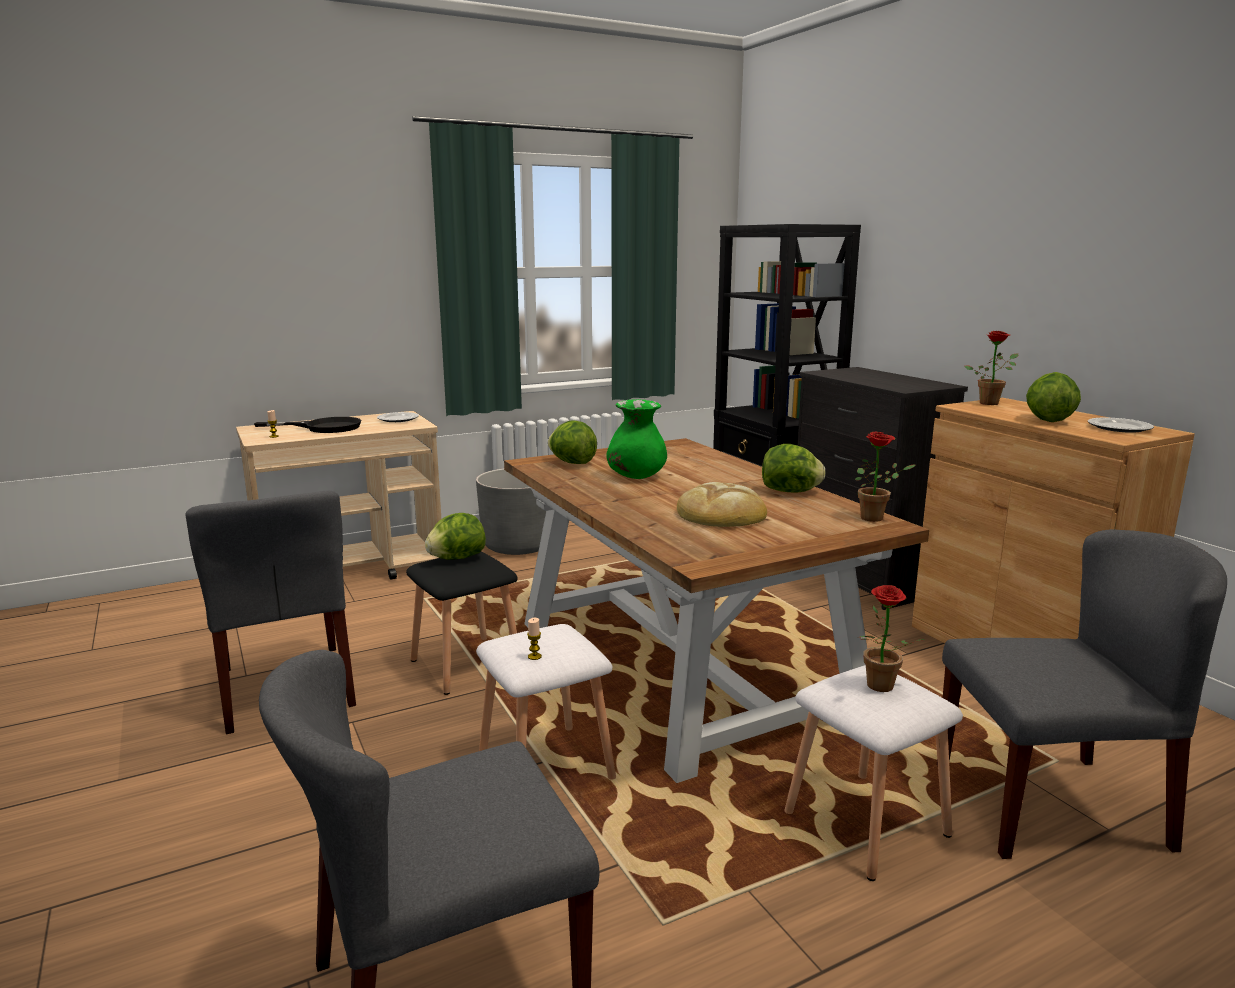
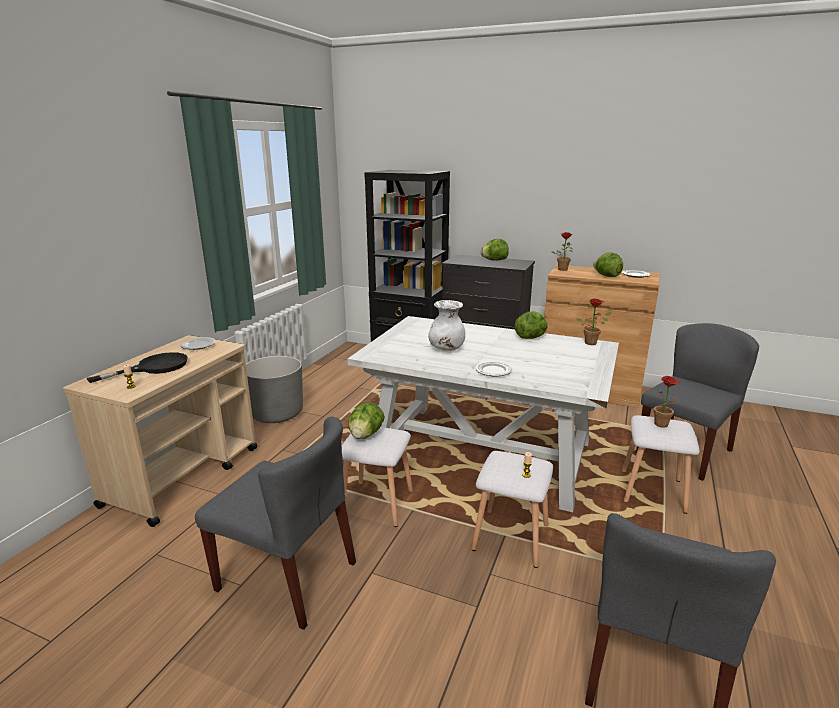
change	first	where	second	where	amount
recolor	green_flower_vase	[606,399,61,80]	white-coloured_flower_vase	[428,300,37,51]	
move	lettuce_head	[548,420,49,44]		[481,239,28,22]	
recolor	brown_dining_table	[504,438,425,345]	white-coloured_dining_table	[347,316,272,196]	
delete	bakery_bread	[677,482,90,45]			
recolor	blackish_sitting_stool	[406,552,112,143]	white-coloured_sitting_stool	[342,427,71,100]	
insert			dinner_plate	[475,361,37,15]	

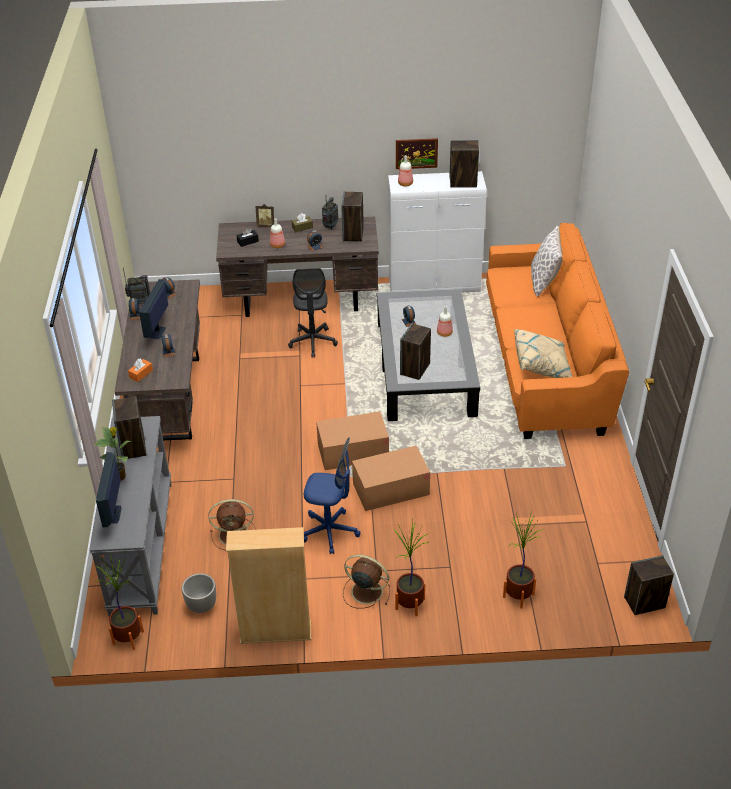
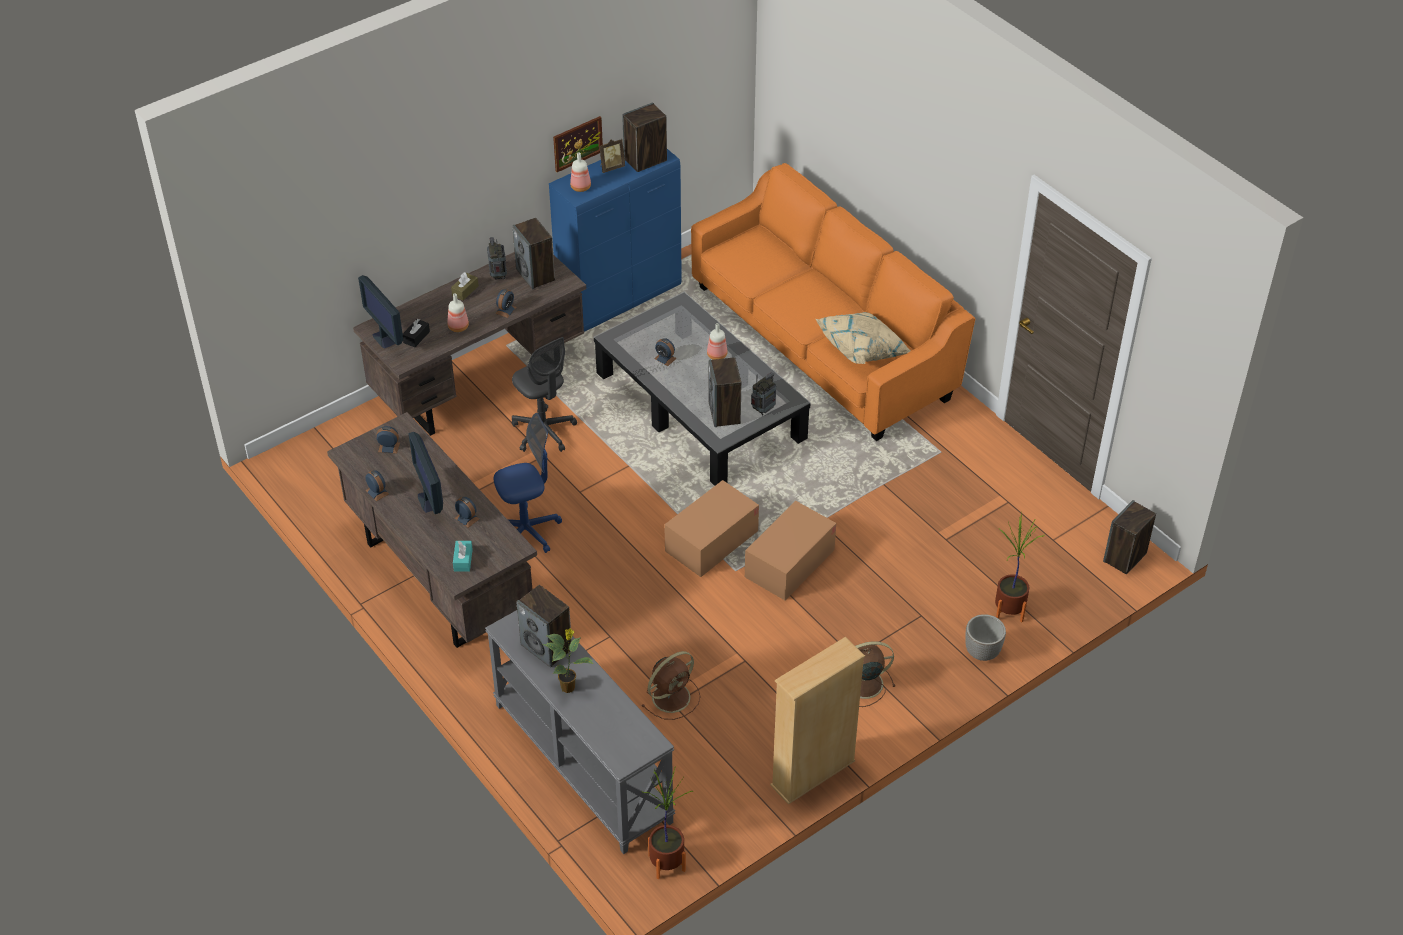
change	first	where	second	where	amount
recolor	white-coloured_cupboard	[388,171,99,121]	blue-coloured_cupboard	[549,149,133,183]	
move	standing_frame	[256,204,18,23]		[599,139,26,34]	
delete	cushion	[531,226,32,71]			
move	radio	[123,268,27,36]		[751,372,25,43]	
recolor	orange_tissue_box	[128,358,25,24]	turquoise_tissue_box	[453,541,20,31]	
move	blue-coloured_computer_chair	[304,438,57,116]		[494,413,68,140]	
move	computer_screen	[96,452,26,75]		[358,275,45,73]	
delete	plant_in_a_pot	[394,519,34,97]			
move	planter	[182,573,34,40]		[965,614,41,47]	

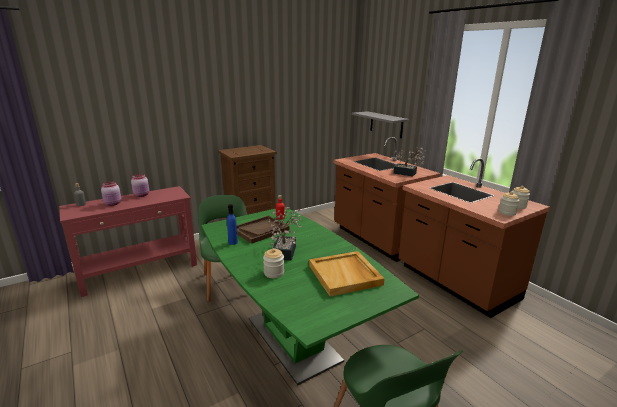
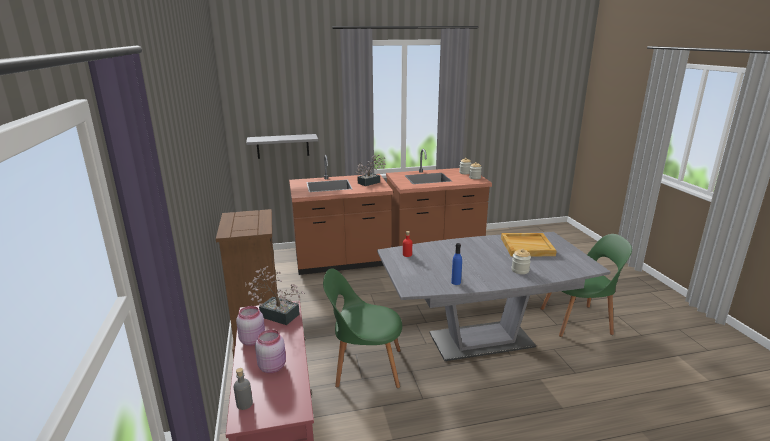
change	first	where	second	where	amount
recolor	green_dining_table	[202,207,217,178]	gray_dining_table	[377,232,234,129]	
move	plant_in_a_pot	[268,207,33,54]		[245,266,60,59]	
delete	brown_tray	[237,215,53,29]			

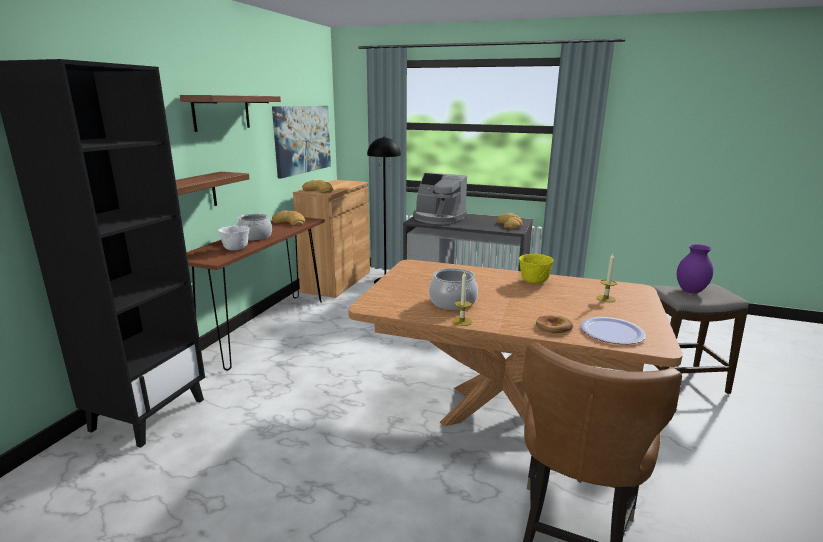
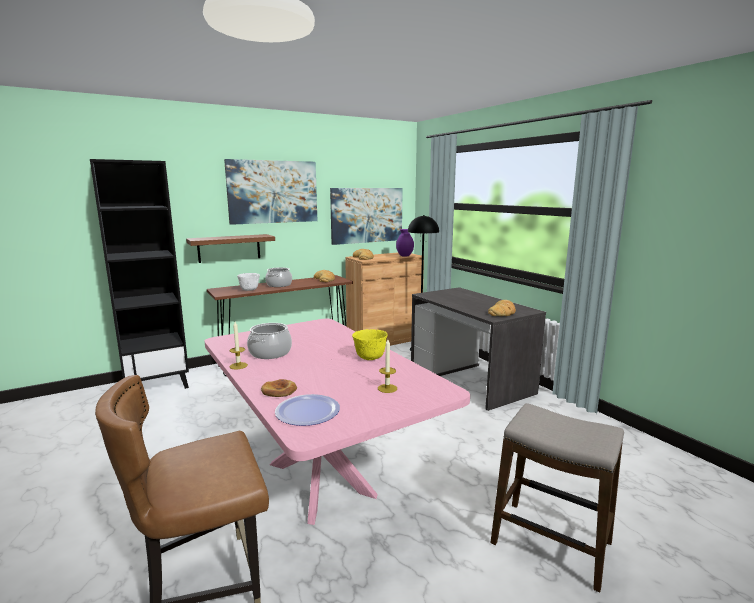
change	first	where	second	where	amount
replace	bracket_shelf	[180,95,101,37]	wall_picture	[224,159,93,66]	
delete	coffee_maker	[413,173,54,51]			
move	purplish_flower_vase	[677,244,36,49]		[396,229,18,28]	
recolor	brown_dining_table	[348,260,334,166]	pink_dining_table	[205,319,265,206]	

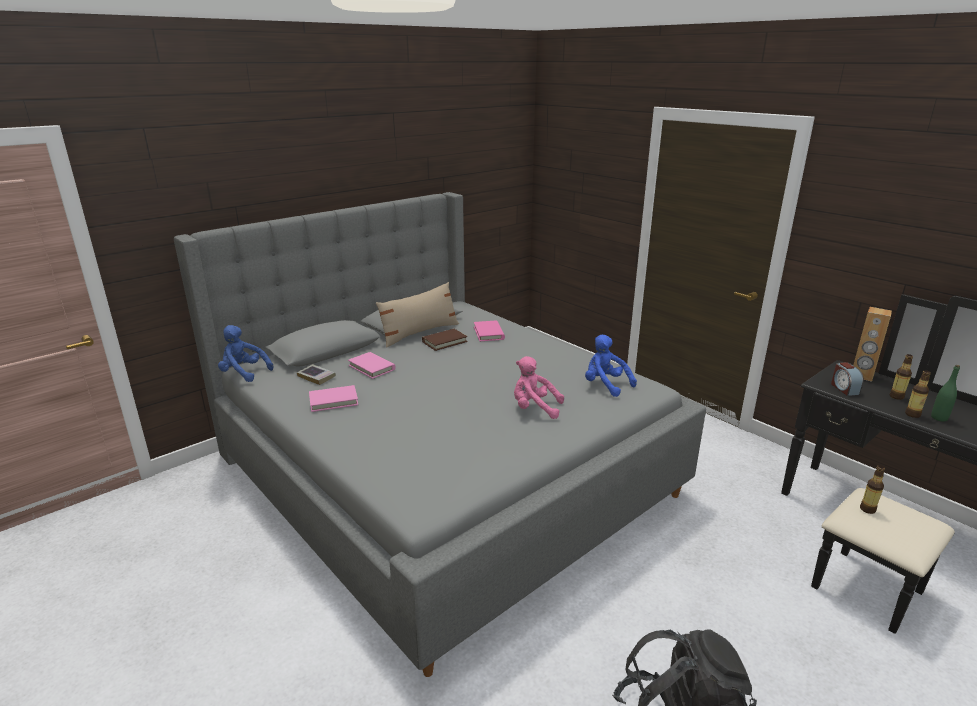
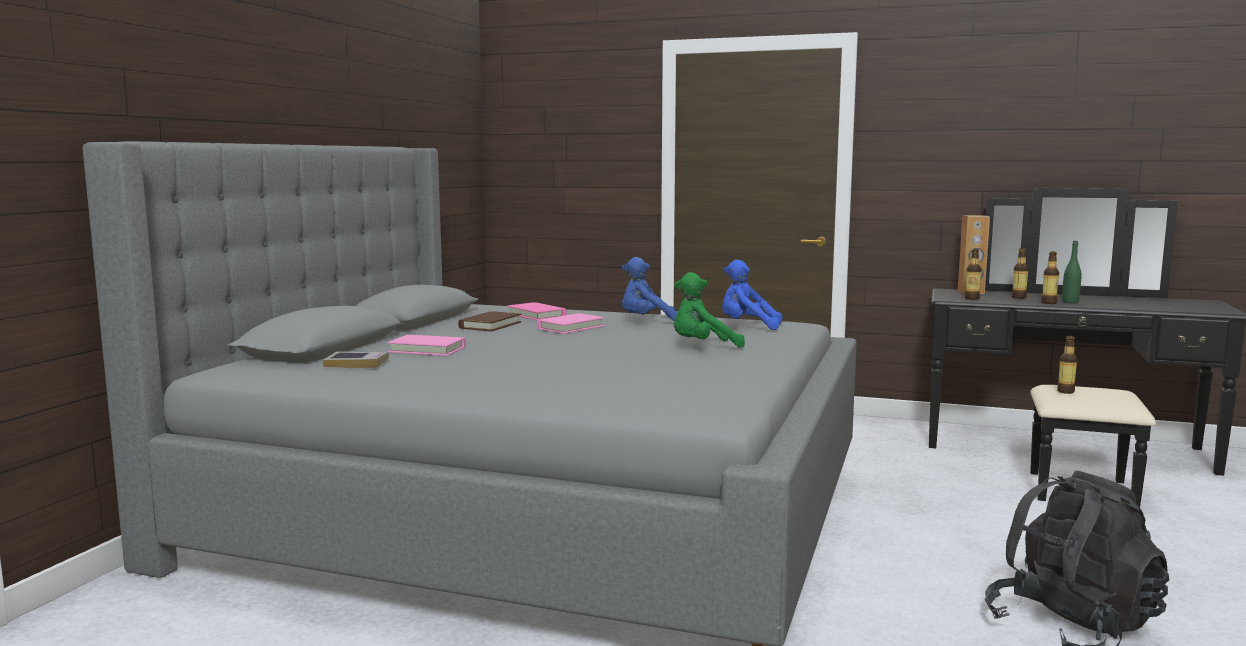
change	first	where	second	where	amount
delete	beige-coloured_cushion	[376,282,83,66]			
move	blue-coloured_plush_toy	[218,325,55,57]		[622,257,56,65]	
recolor	pink_plush_toy	[514,356,50,63]	green_plush_toy	[674,272,71,76]	
replace	alarm_clock	[831,362,33,34]	beverage_bottle	[965,249,16,51]	
move	pink_bound_book	[309,385,49,27]		[537,313,67,21]	

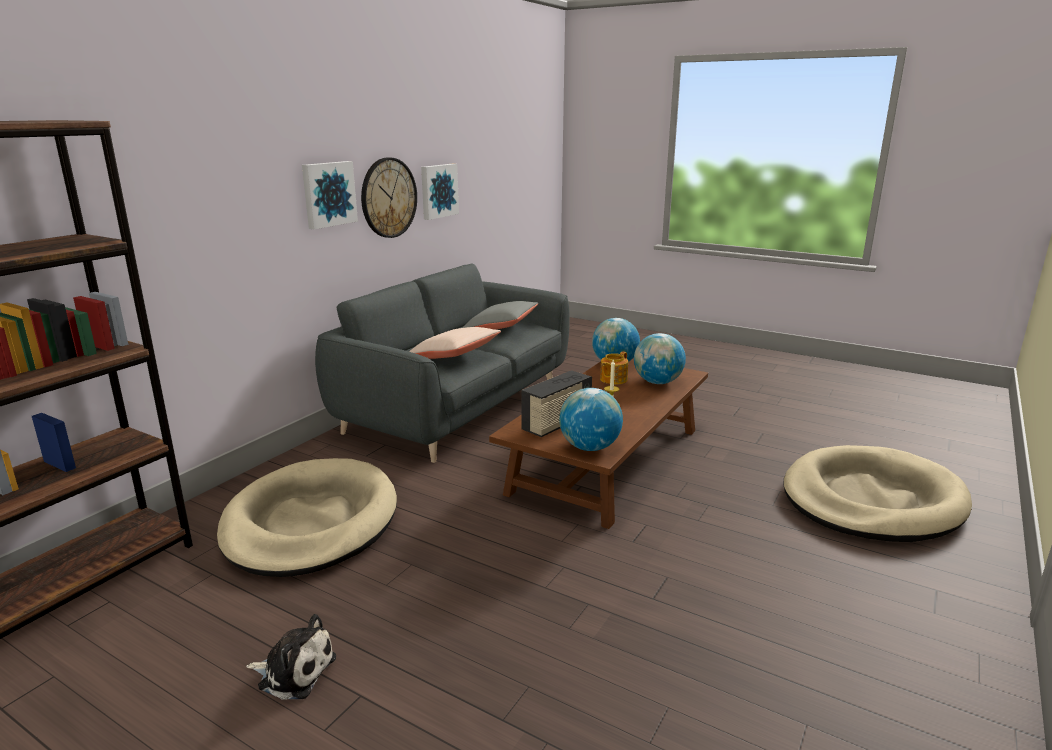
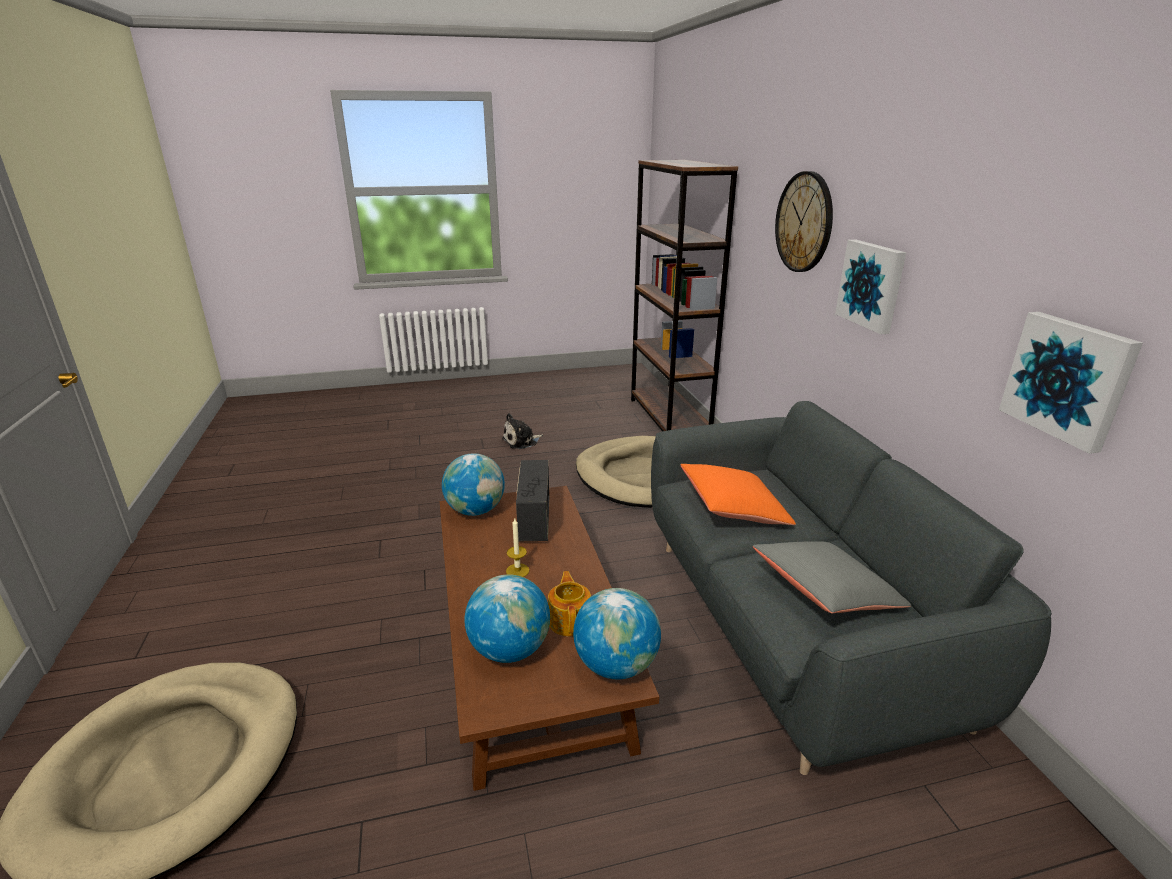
change	first	where	second	where	amount
move	clock_on_the_wall	[361,157,56,81]		[775,171,58,101]	
recolor	beige-coloured_cushion	[409,327,92,32]	orange_cushion	[681,464,115,61]	

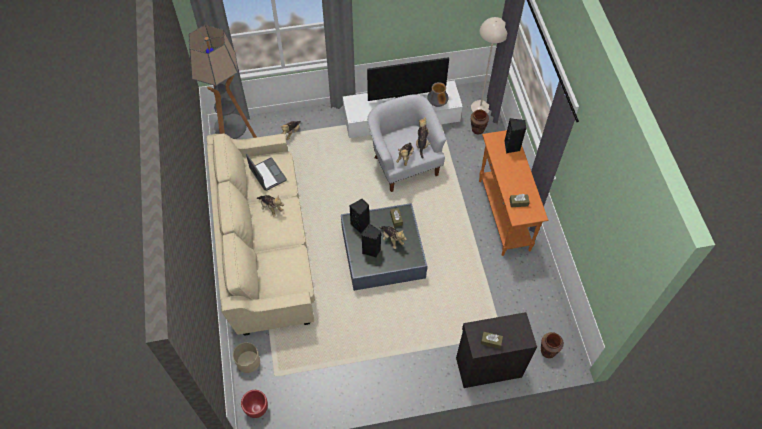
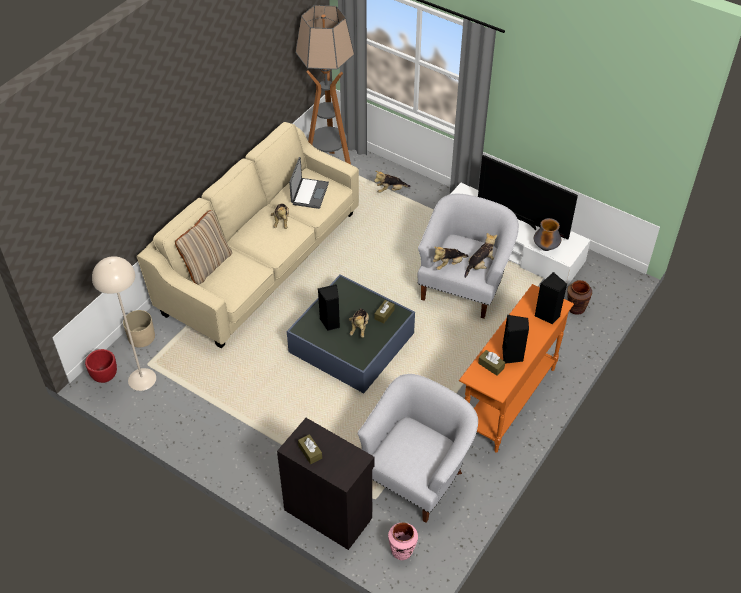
change	first	where	second	where	amount
move	beige-coloured_standing_lamp	[471,17,36,96]		[92,256,64,135]	
move	blackish_audio_speaker	[349,199,20,35]		[502,315,27,49]	
recolor	brown_flower_vase	[541,332,23,26]	pink_flower_vase	[388,522,30,38]	
insert			beige-coloured_cushion	[175,210,57,75]	
insert			white-coloured_easy_chair	[358,374,120,149]	

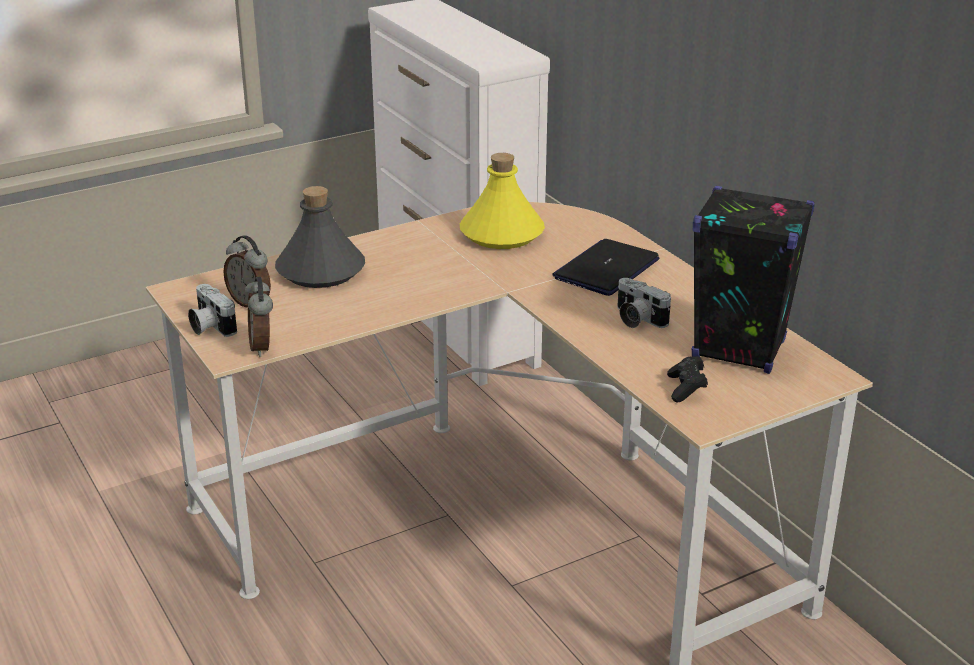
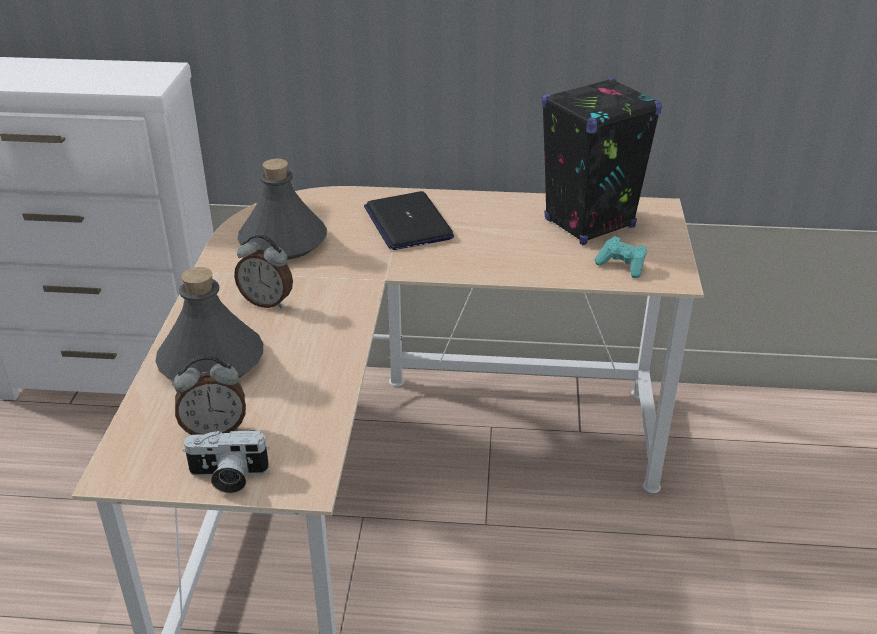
change	first	where	second	where	amount
recolor	yellowish_beverage_bottle	[460,153,85,96]	gray_beverage_bottle	[238,159,89,101]	
move	alarm_clock	[245,277,28,80]		[234,234,59,74]	
delete	still_camera	[617,278,54,50]			
recolor	blackish_game_controller	[667,356,41,46]	turquoise_game_controller	[595,236,52,42]	

